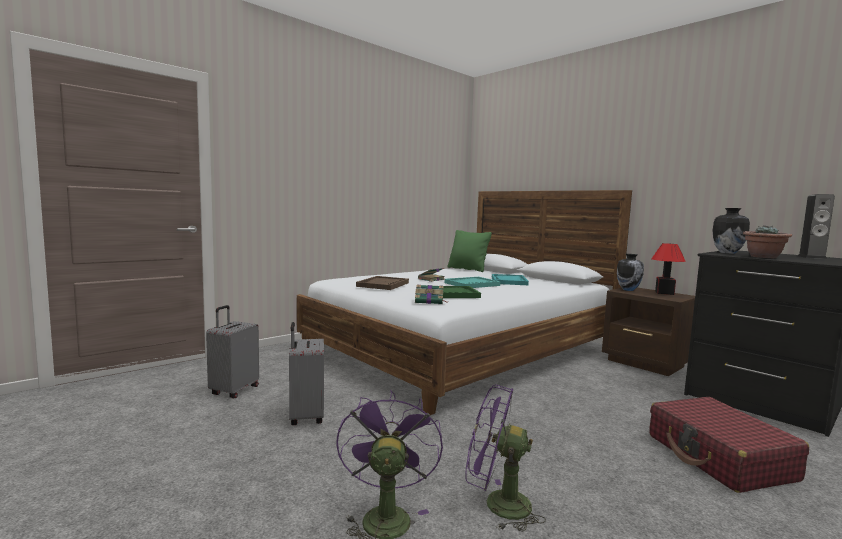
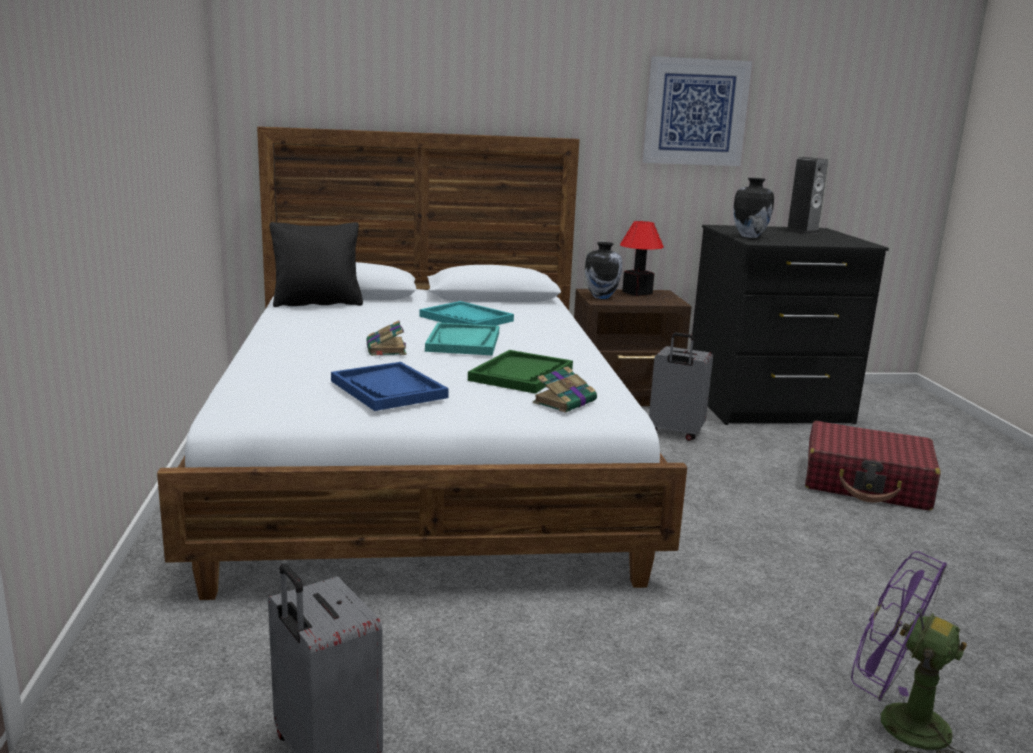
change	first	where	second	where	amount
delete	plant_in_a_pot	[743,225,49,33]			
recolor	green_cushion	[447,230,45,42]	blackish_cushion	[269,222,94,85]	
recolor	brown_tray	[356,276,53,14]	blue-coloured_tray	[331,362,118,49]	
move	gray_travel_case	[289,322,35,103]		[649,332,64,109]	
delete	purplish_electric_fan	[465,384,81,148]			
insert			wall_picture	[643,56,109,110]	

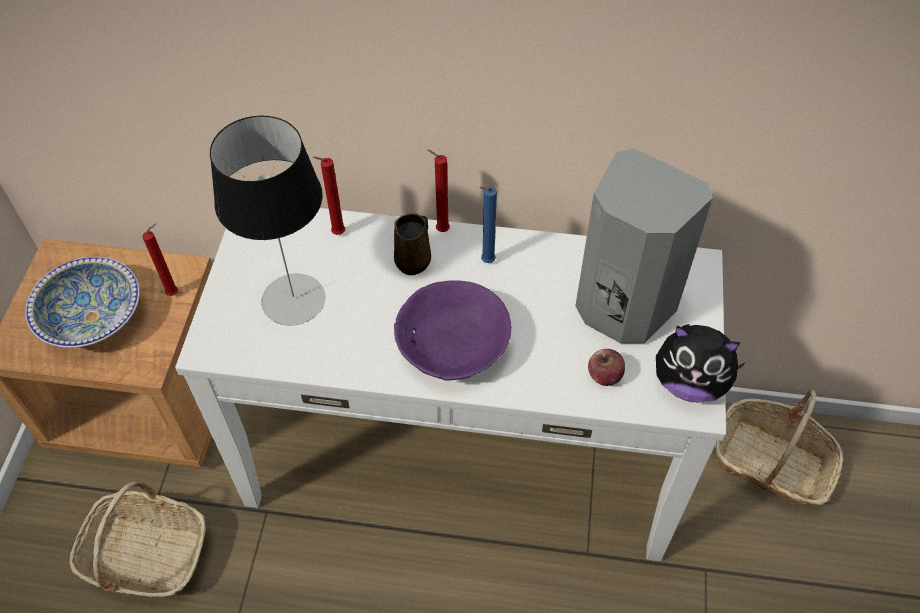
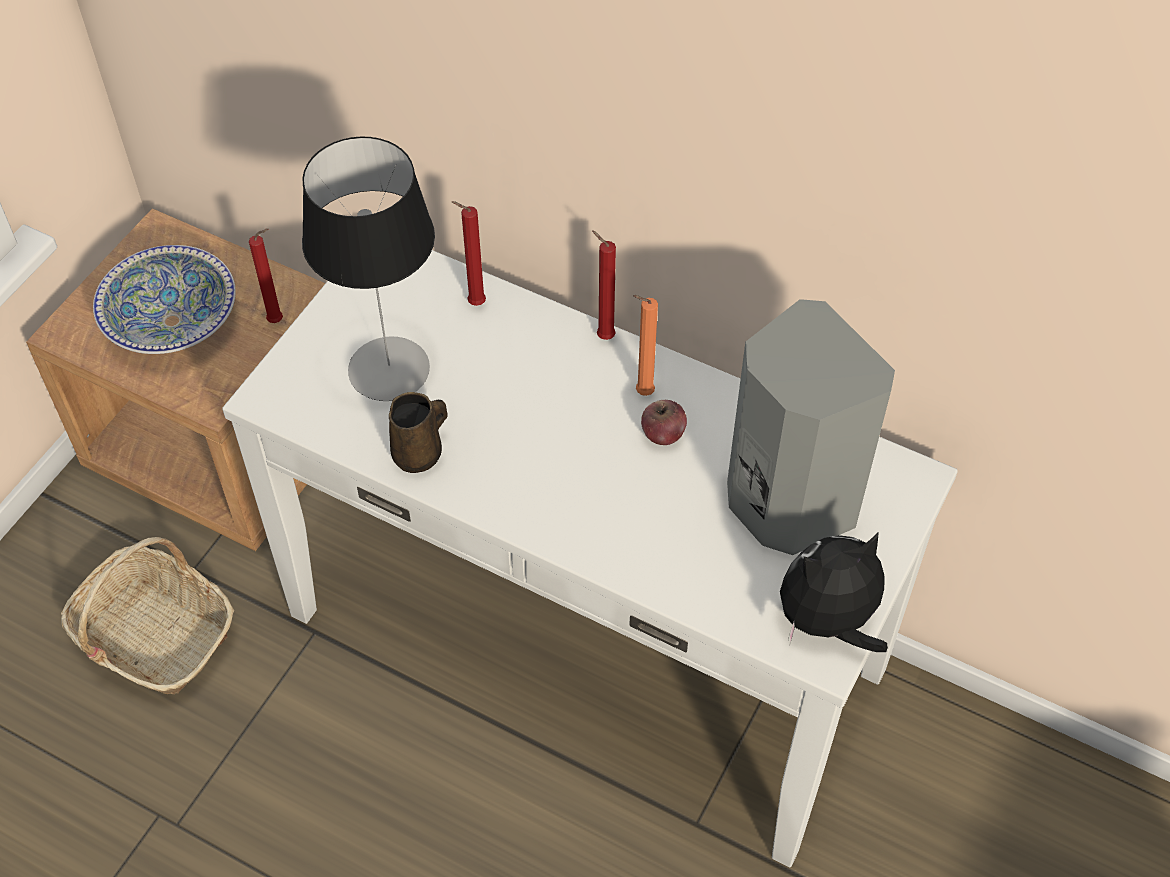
change	first	where	second	where	amount
recolor	blue-coloured_candle	[479,187,18,76]	orange_candle	[633,295,25,101]	
move	brown_coffee_mug	[394,213,37,62]		[389,392,59,81]	
delete	purplish_bowl	[394,280,118,101]			
rotate	plush_toy	[656,324,90,79]		[780,532,108,120]	120 degrees clockwise
move	whole_apple	[588,349,37,37]		[641,400,46,45]	
delete	basket	[715,389,128,117]			

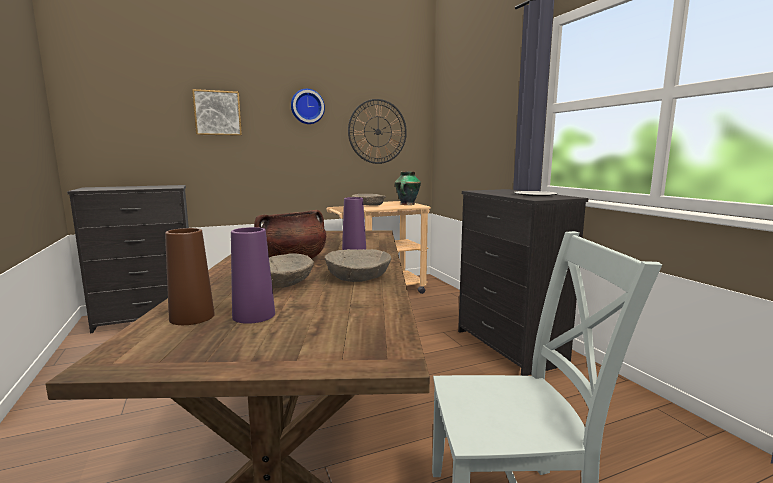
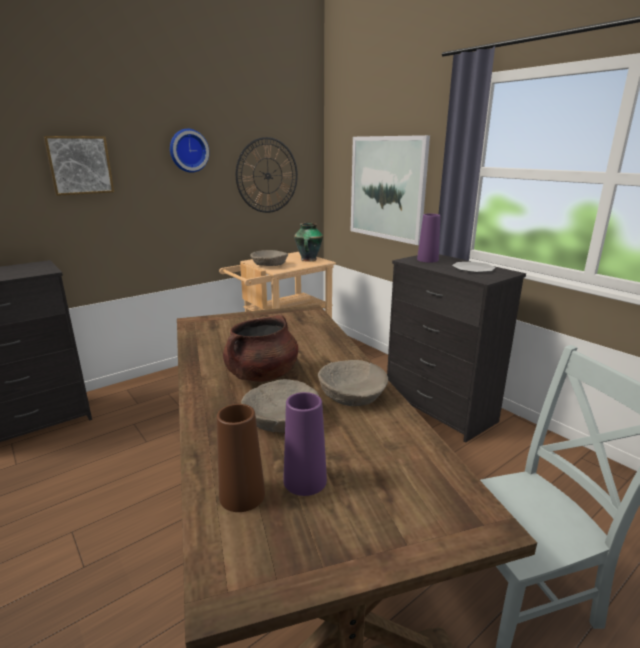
change	first	where	second	where	amount
move	purplish_flower_vase	[342,197,24,53]		[417,214,23,49]	
insert			wall_picture	[351,135,79,110]	

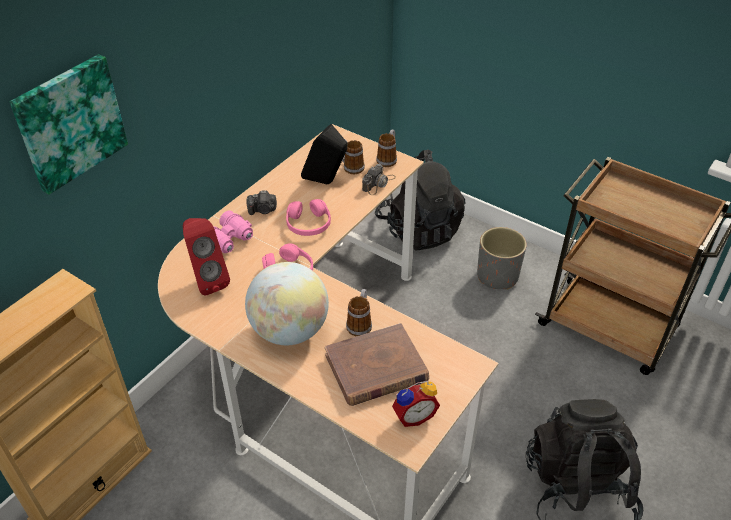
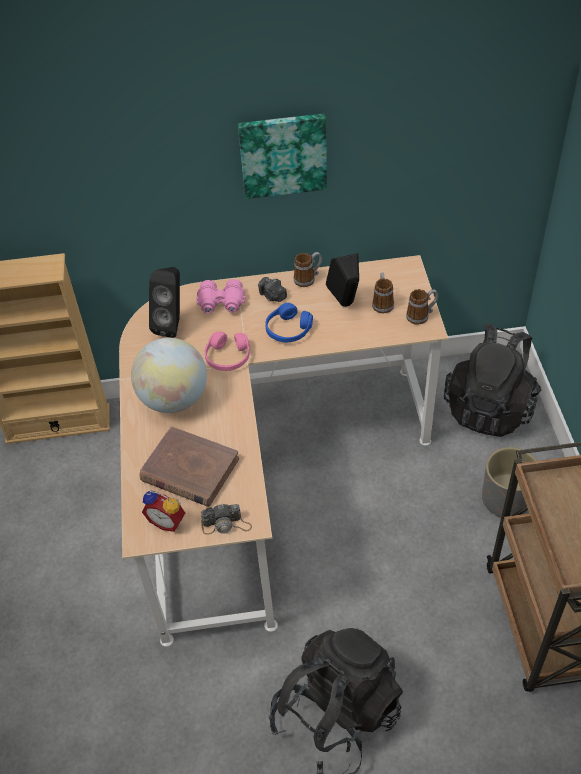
change	first	where	second	where	amount
move	wall_picture	[10,54,118,141]		[238,114,89,85]	
move	still_camera	[362,164,34,31]		[201,504,51,31]	
recolor	pink_headset	[286,199,45,37]	blue-coloured_headset	[265,303,48,39]	
recolor	red-coloured_audio_speaker	[183,218,47,77]	blackish_audio_speaker	[149,267,31,71]	
move	coffee_mug	[346,289,26,47]		[294,252,28,35]	

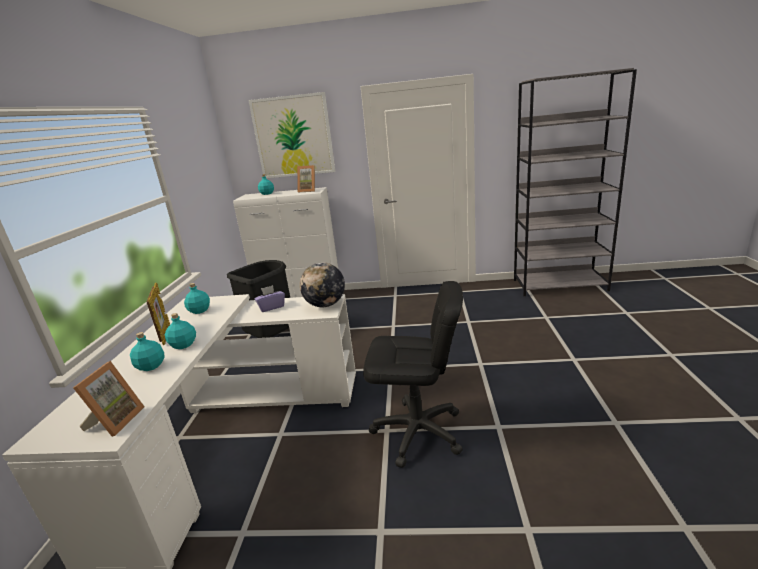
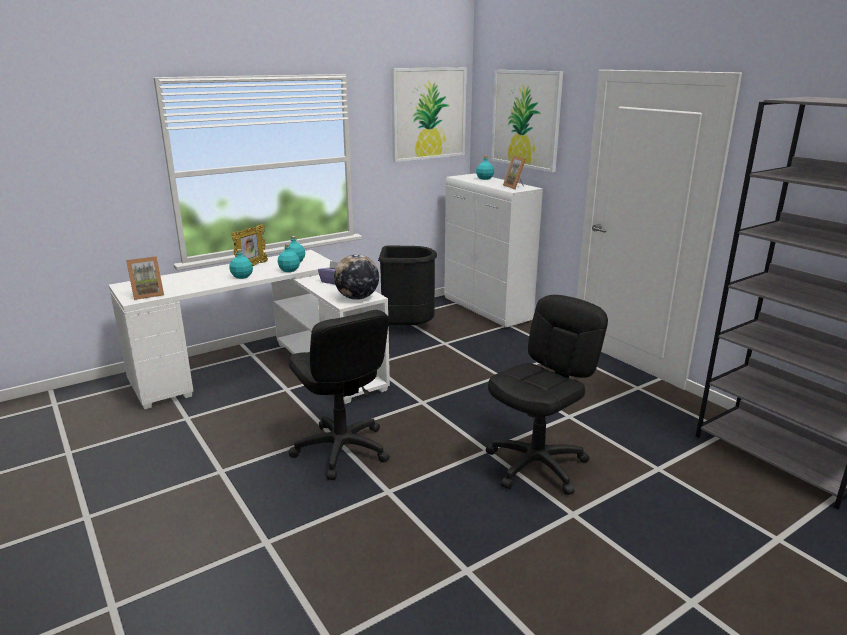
change	first	where	second	where	amount
move	turquoise_beverage_bottle	[130,332,34,39]		[278,244,22,28]	
insert			wall_picture	[391,67,76,95]	
insert			blackish_computer_chair	[486,295,122,200]	

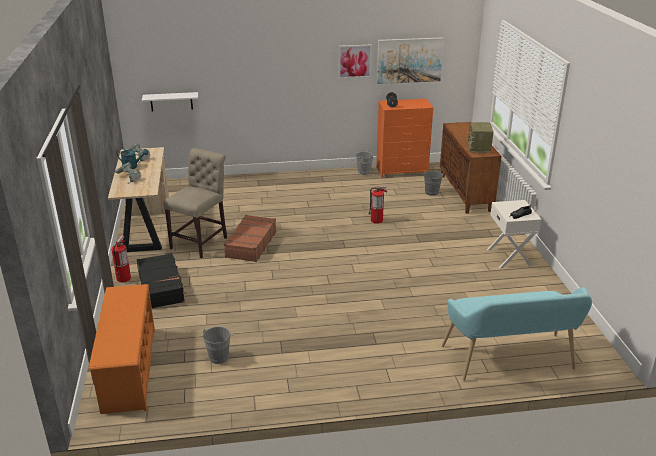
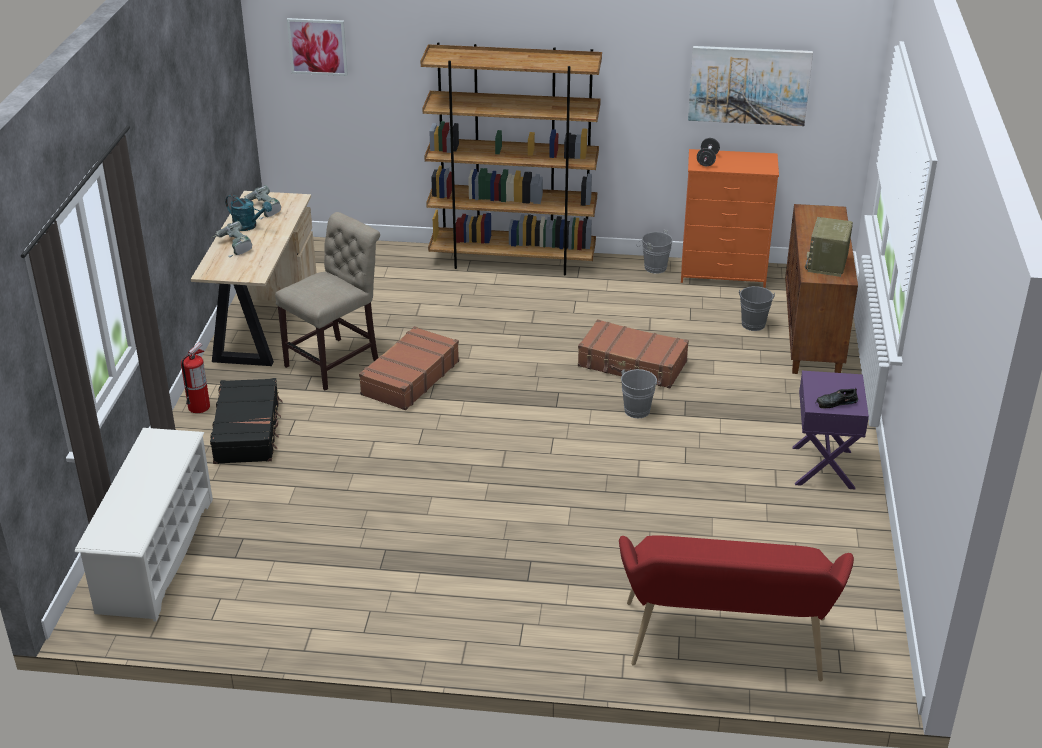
change	first	where	second	where	amount
move	wall_picture	[338,44,34,35]		[287,18,61,58]	
delete	white-coloured_bracket_shelf	[142,92,56,19]			
replace	fire-fighting_cylinder	[369,186,18,38]	brown_travel_case	[578,319,111,69]	
recolor	white-coloured_bedside_table	[487,200,55,68]	purplish_bedside_table	[792,371,77,118]	
recolor	orange_shoe_shelf	[88,284,67,130]	white-coloured_shoe_shelf	[75,428,138,194]	
recolor	turquoise_bench	[442,287,150,94]	red-coloured_bench	[619,535,235,146]	
move	gray_pail	[203,326,30,38]		[621,369,40,49]	
insert			brown_bookshelf	[420,42,182,233]	

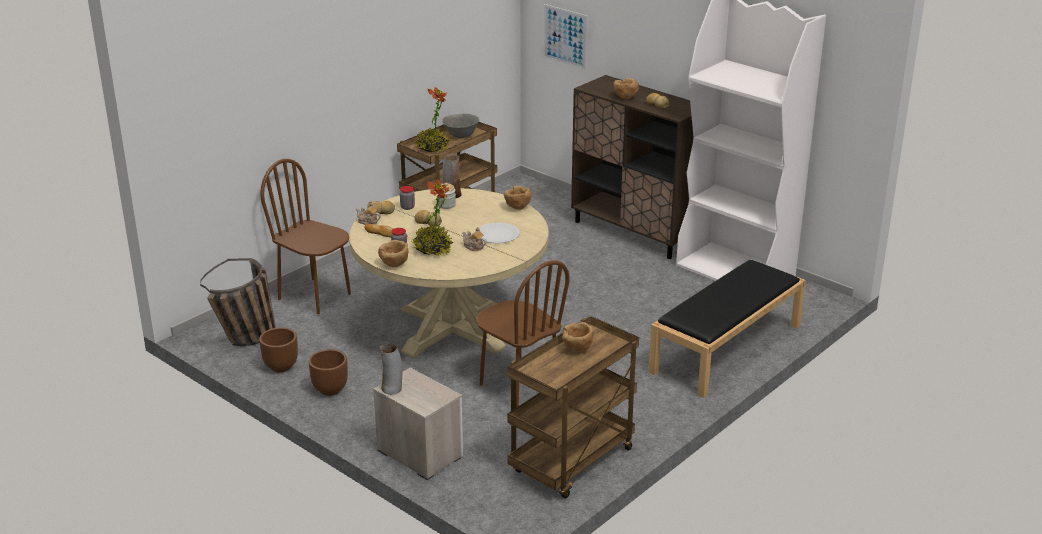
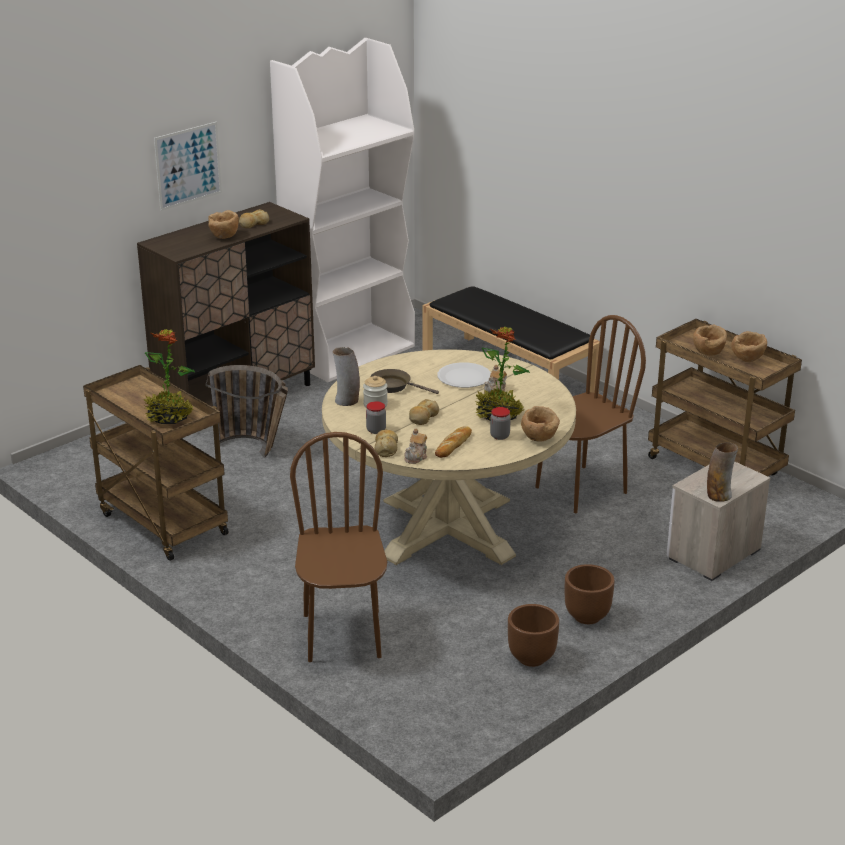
change	first	where	second	where	amount
move	wall_picture	[544,4,44,66]		[154,122,68,89]	
delete	gray_bowl	[442,114,37,24]			
rotate	brown_upright_chair	[260,159,91,155]		[290,432,97,230]	135 degrees clockwise
move	brown_bowl	[504,186,28,24]		[731,331,36,31]	
move	basket	[200,258,75,88]		[205,365,83,93]	
insert			brown_pan	[370,369,69,25]	

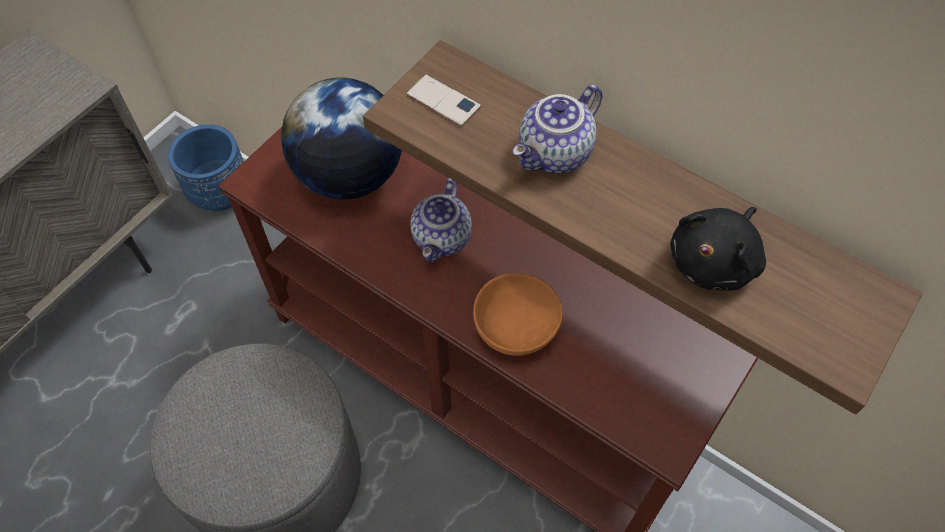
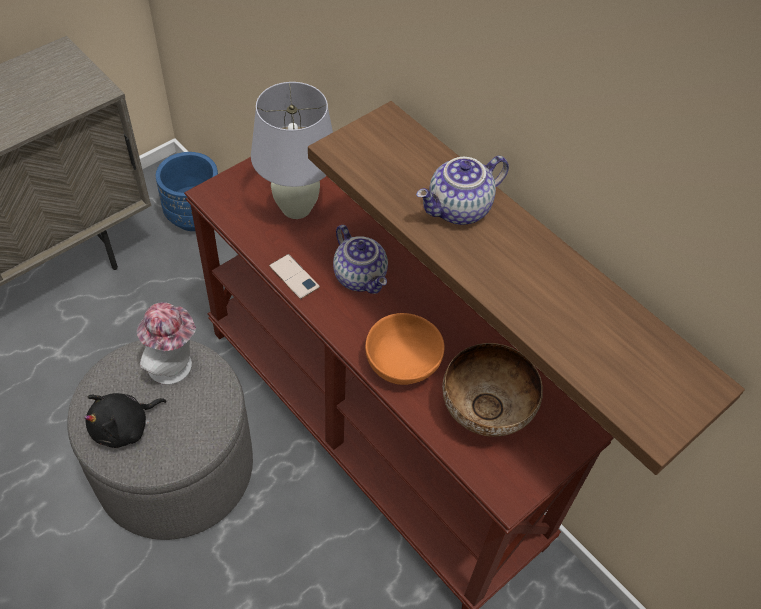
change	first	where	second	where	amount
move	handset	[406,74,75,52]		[269,254,51,45]	
replace	globe	[281,78,121,121]	white-coloured_table_lamp	[251,82,82,137]	
rotate	teapot	[410,178,62,84]		[333,225,55,69]	60 degrees counterclockwise
move	blackish_plush_toy	[670,207,96,84]		[84,393,82,55]	
insert			hat	[137,302,59,83]	
insert			bowl	[442,343,101,94]	

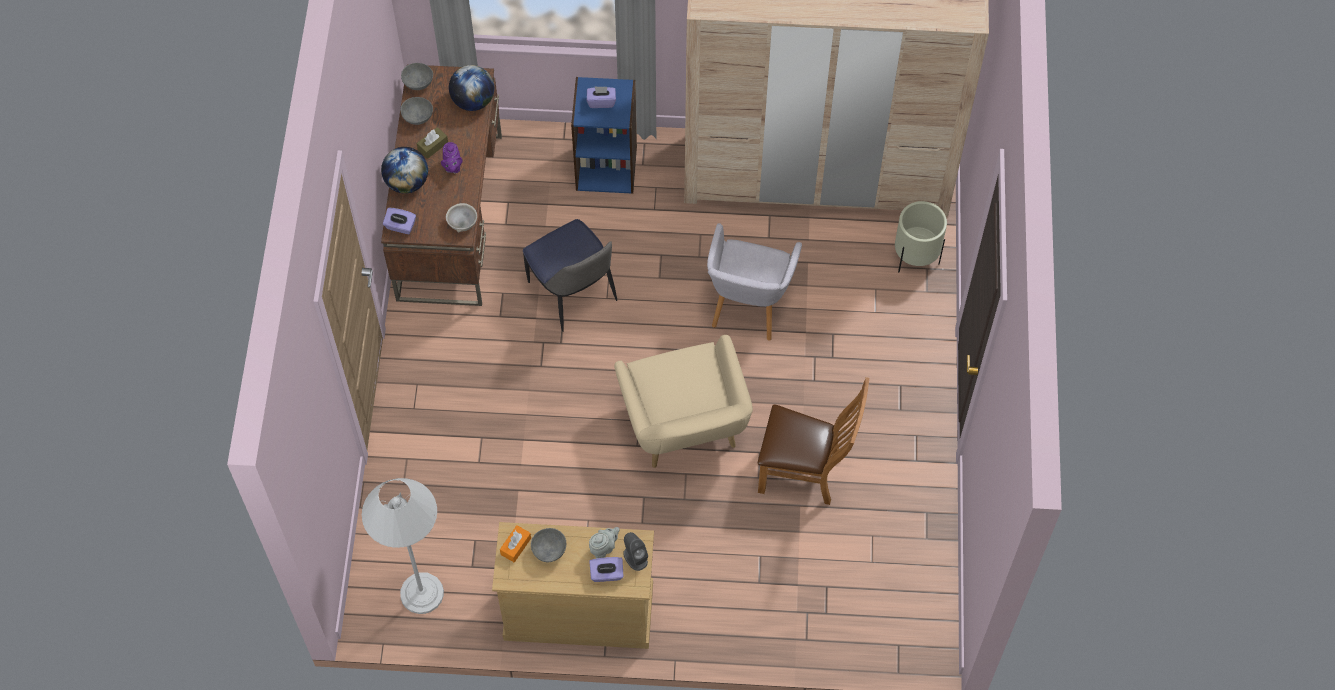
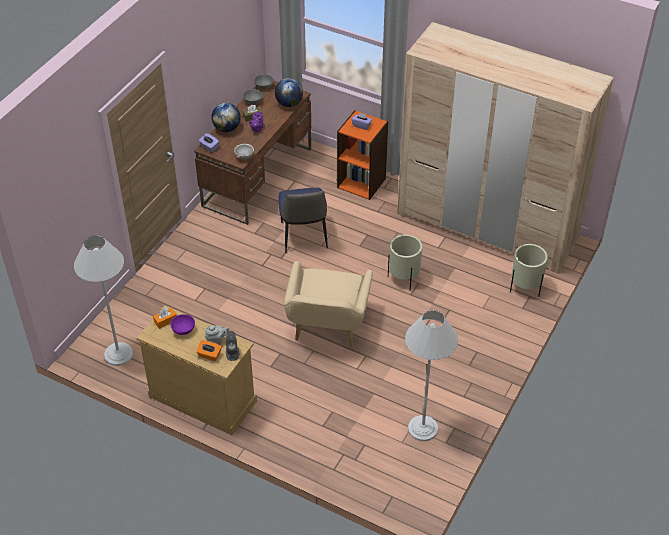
change	first	where	second	where	amount
recolor	blue-coloured_bookshelf	[571,77,66,117]	orange_bookshelf	[337,110,51,90]	
replace	gray_easy_chair	[707,223,95,118]	beige-coloured_planter	[388,234,34,56]	
delete	brown_upright_chair	[758,377,111,128]			
recolor	gray_bowl	[531,528,35,34]	purplish_bowl	[170,314,25,21]	
recolor	purplish_tissue_box	[589,557,35,25]	orange_tissue_box	[196,340,26,21]	
insert			white-coloured_standing_lamp	[405,310,53,131]	

